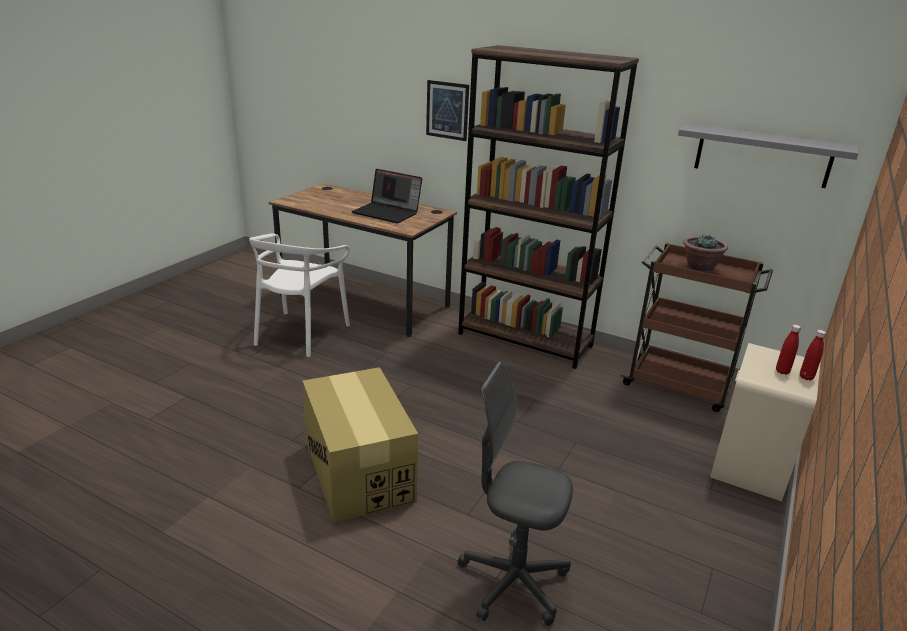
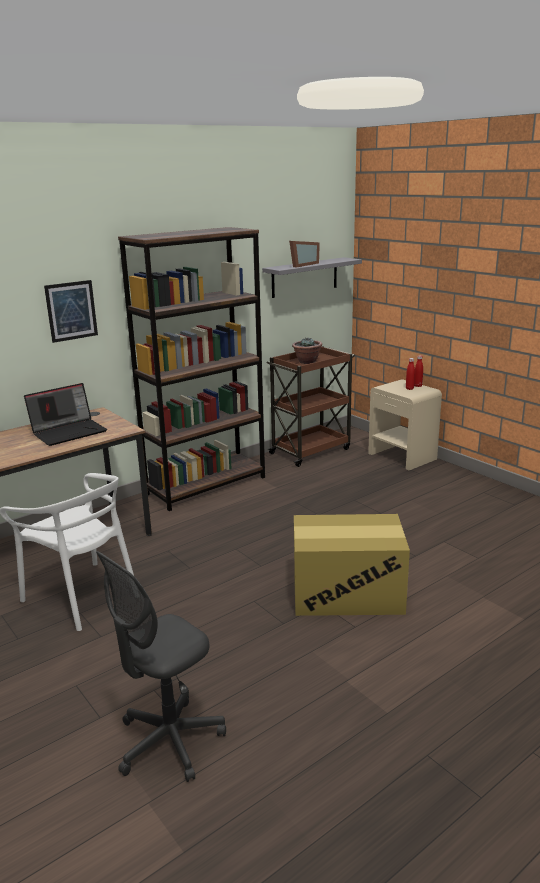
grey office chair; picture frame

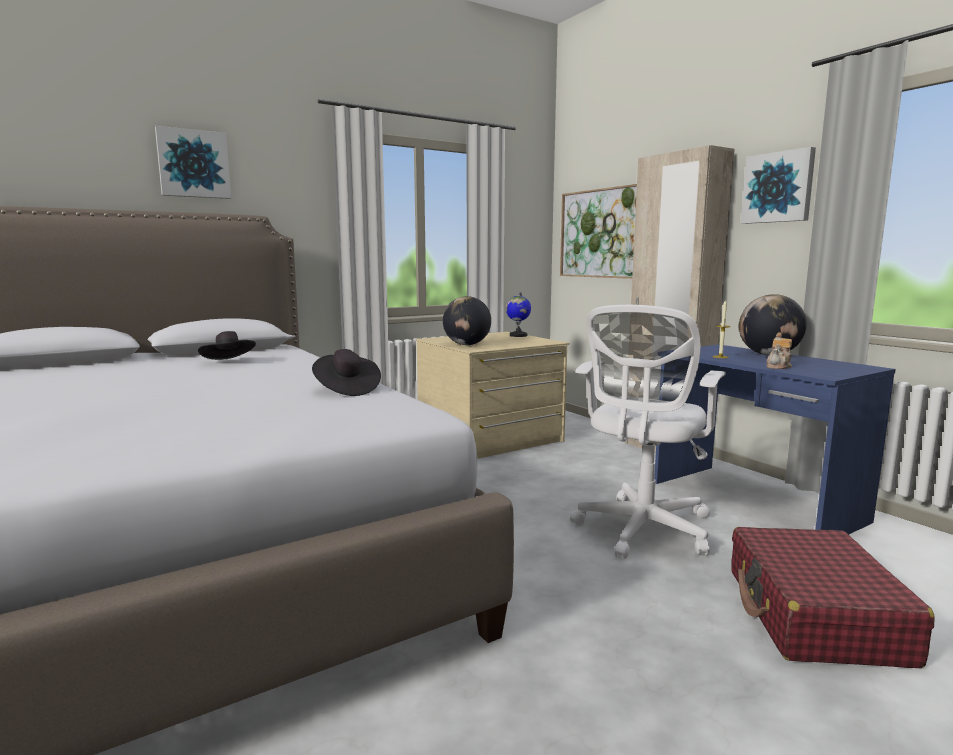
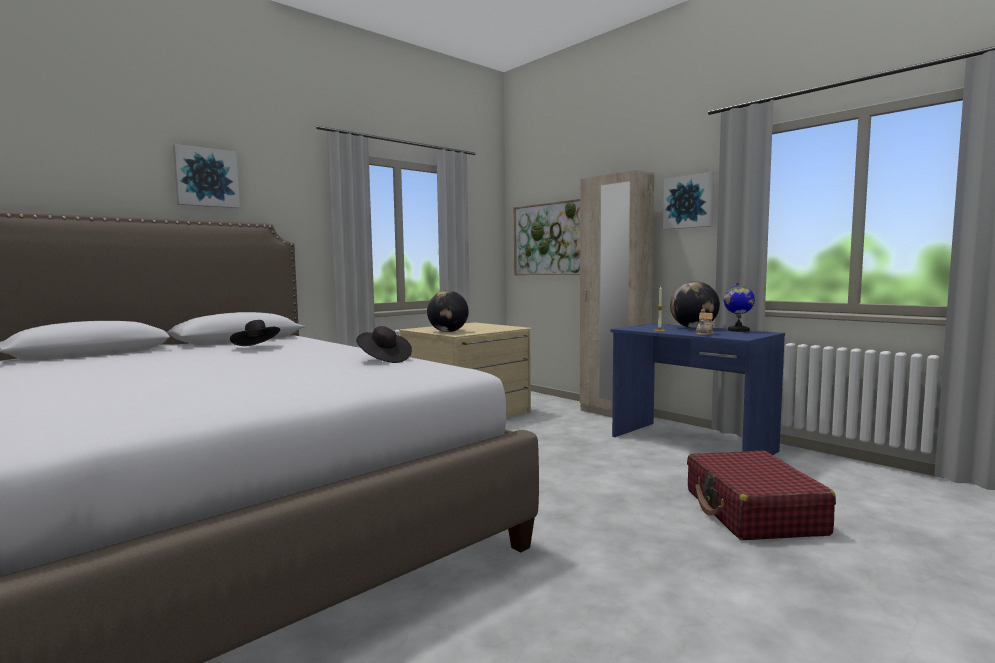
globe (3rd from left); white office chair

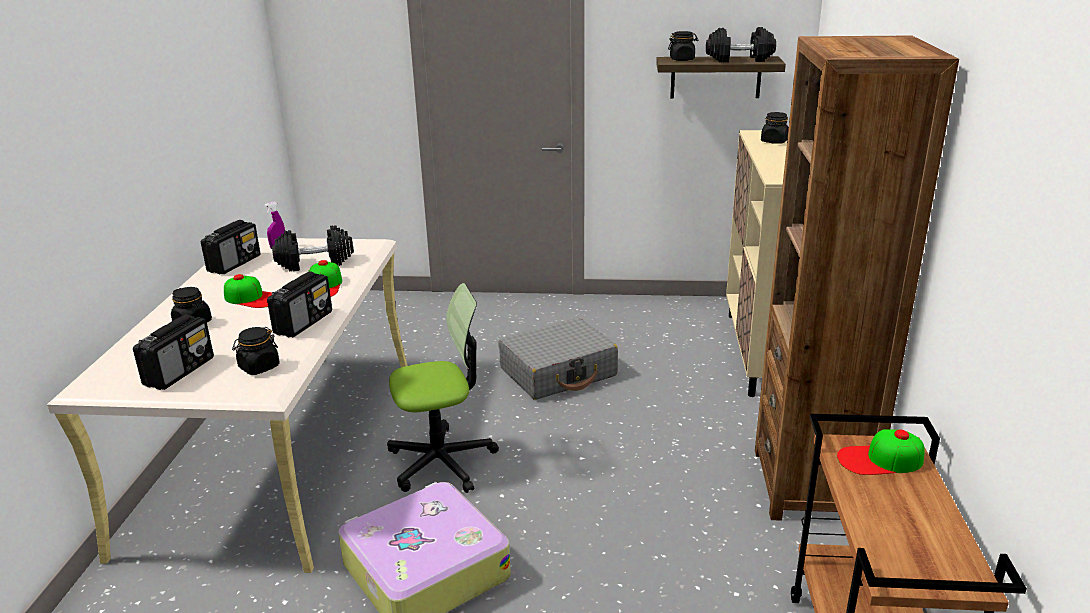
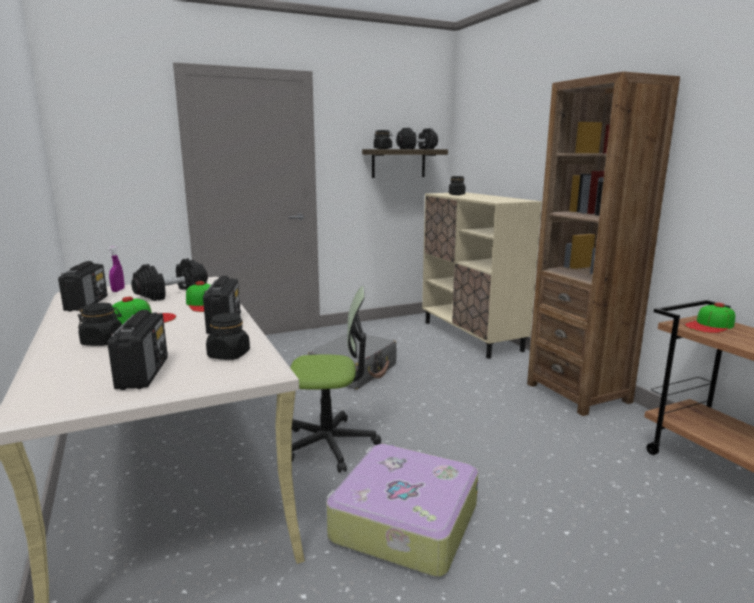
office chair

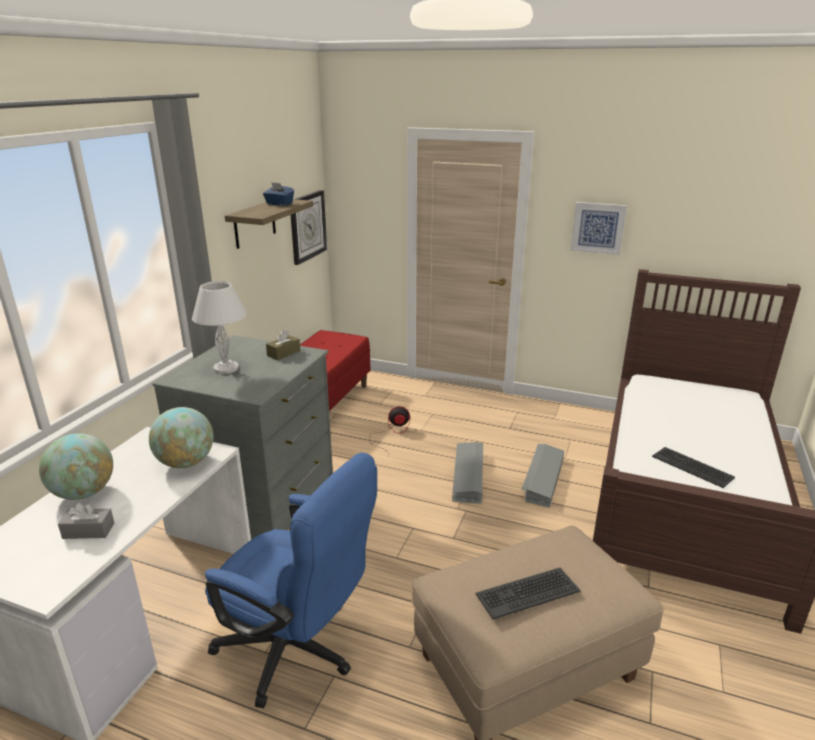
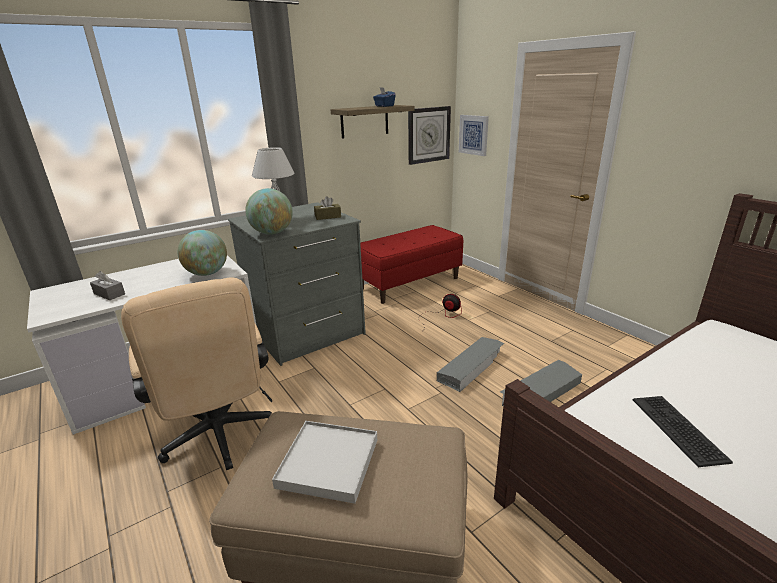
globe (2nd from left); beige office chair; white tray; picture

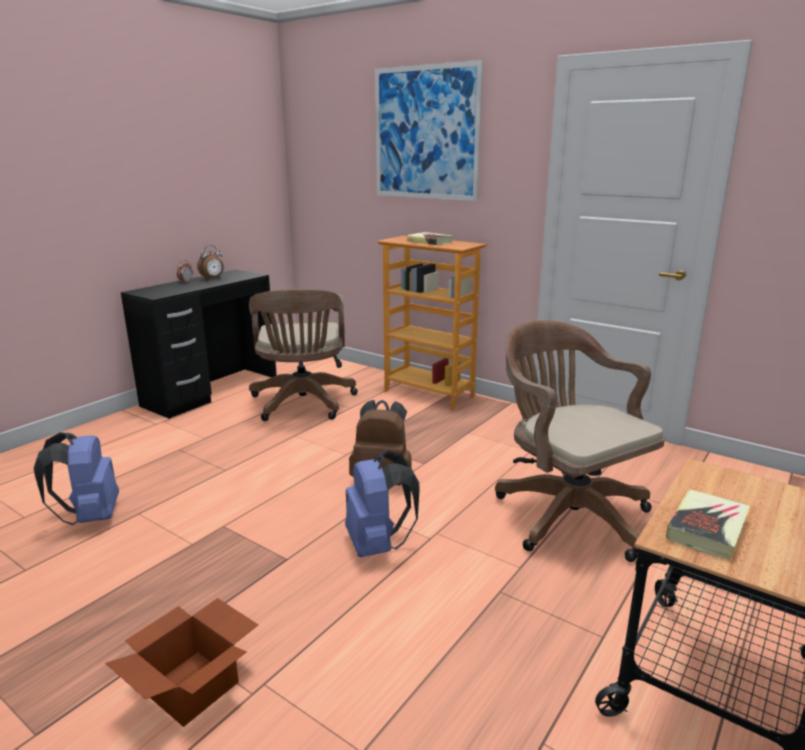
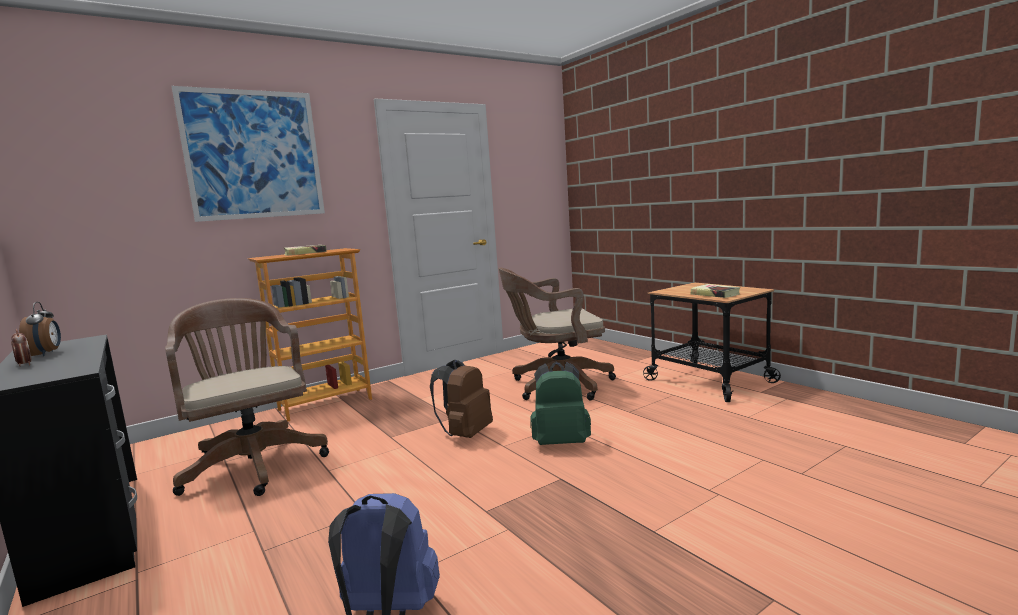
cardboard box; brown office chair (1st from left); green backpack

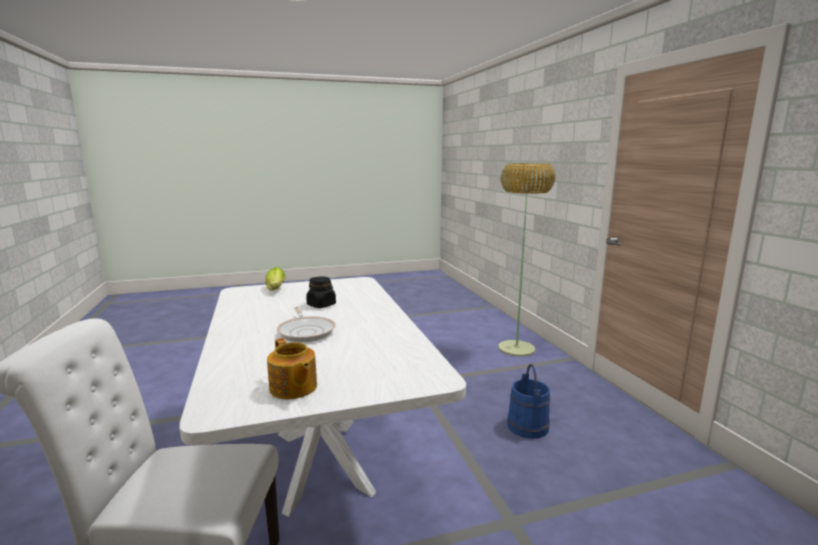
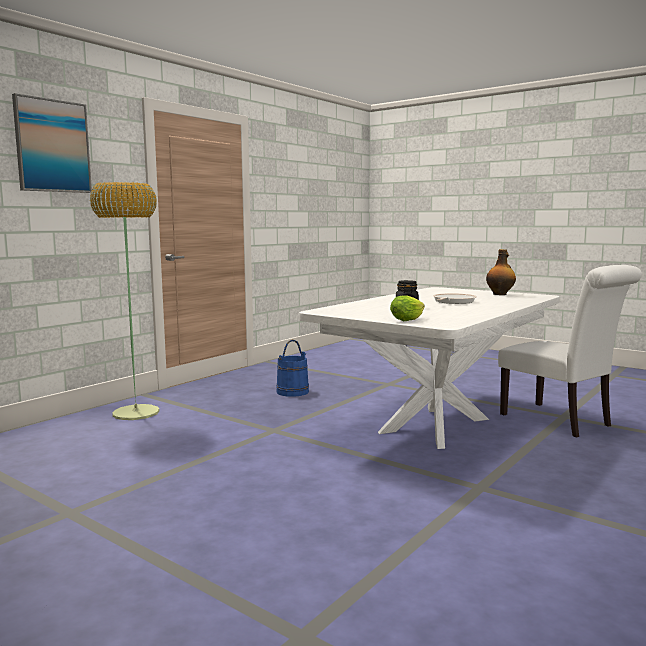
bottle; picture

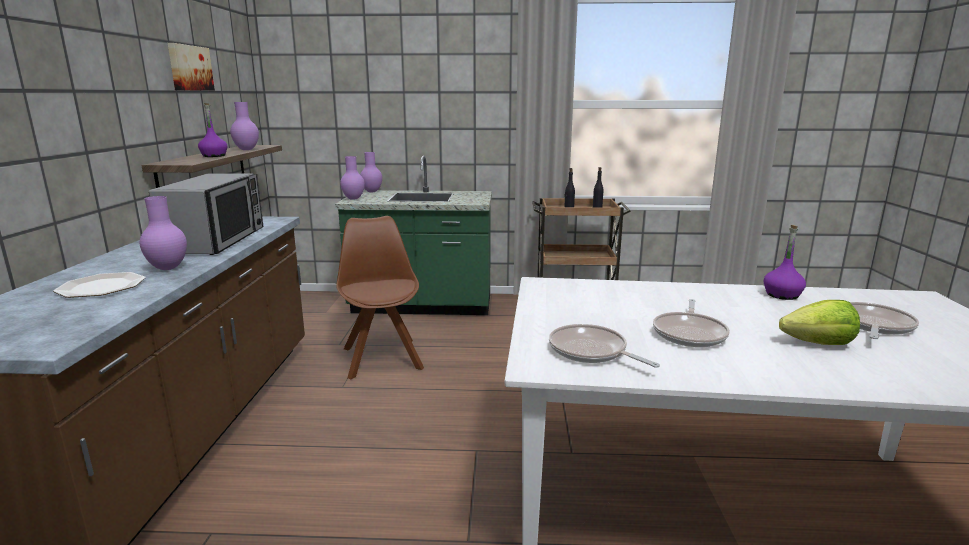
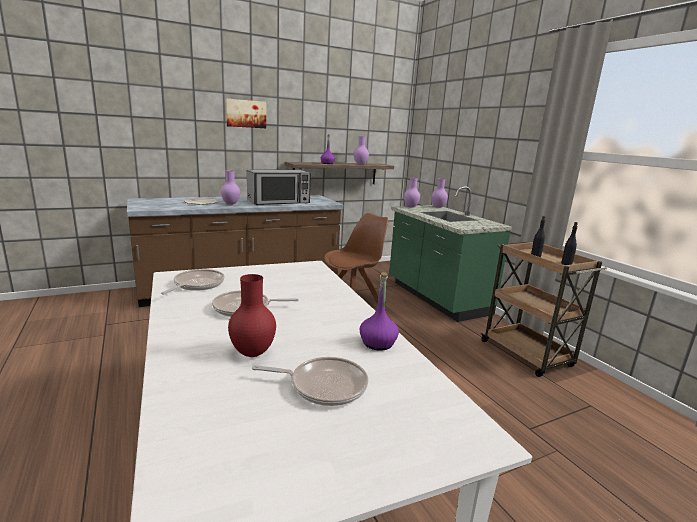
picture; red vase

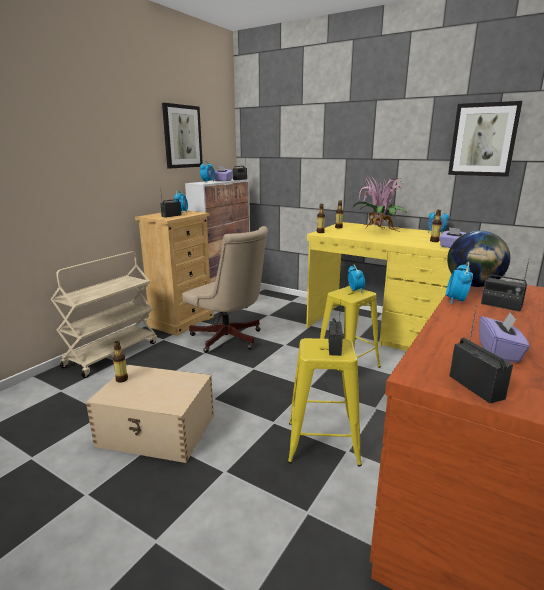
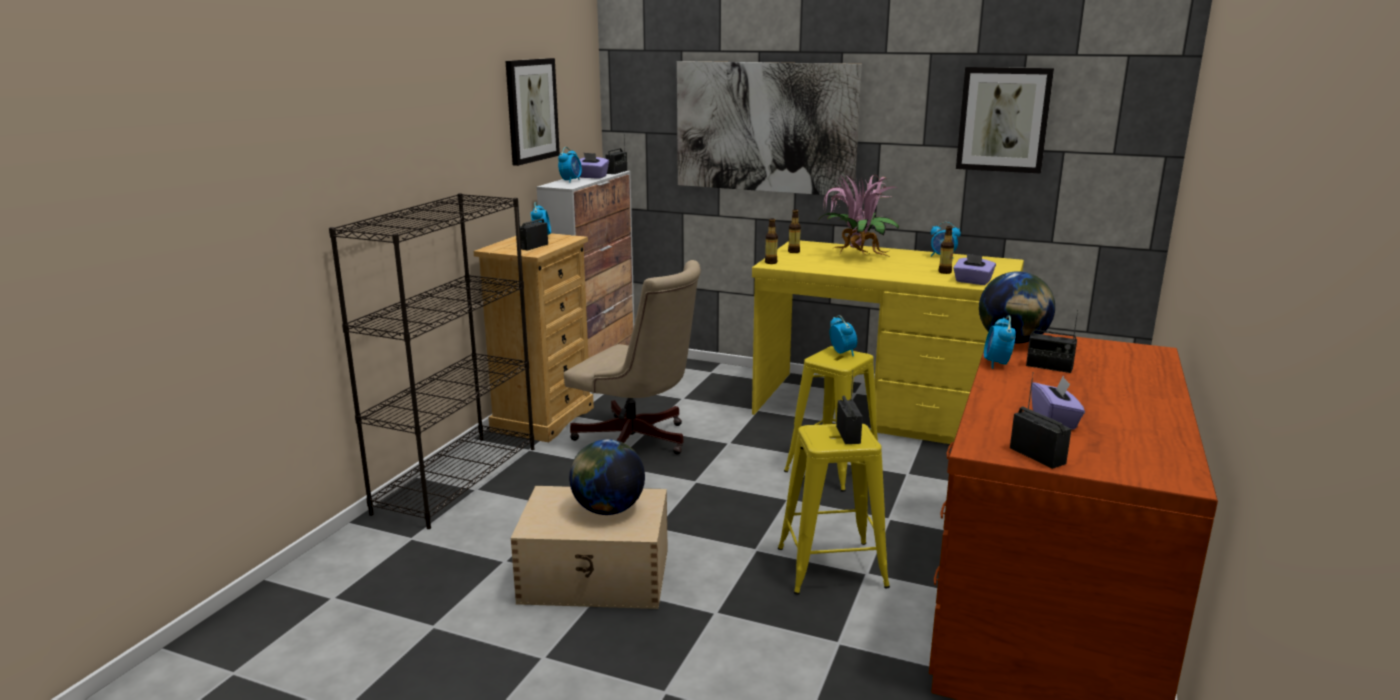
black bookcase; bottle (1st from left in the first image); globe (1st from left); picture (2nd from left)

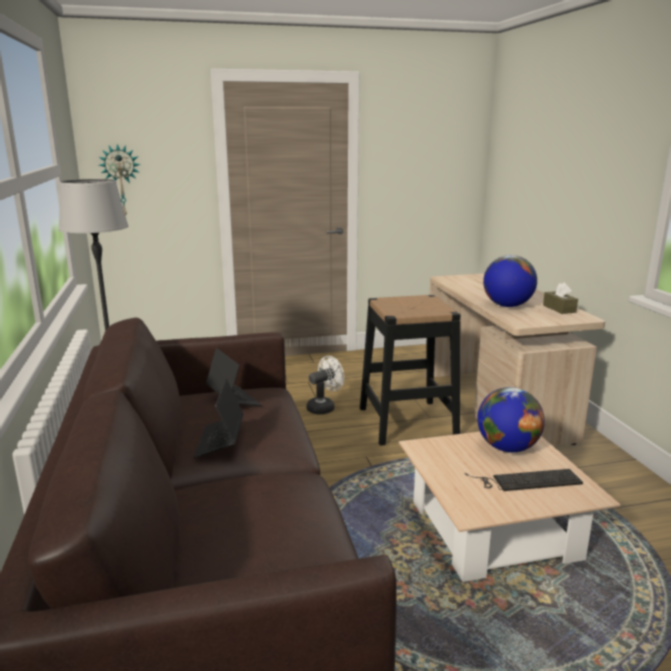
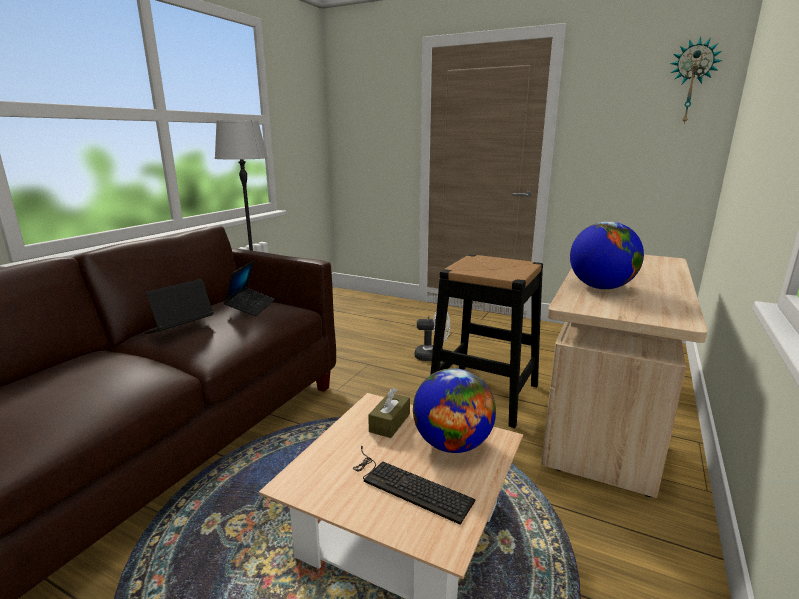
wall clock; brown tissue box

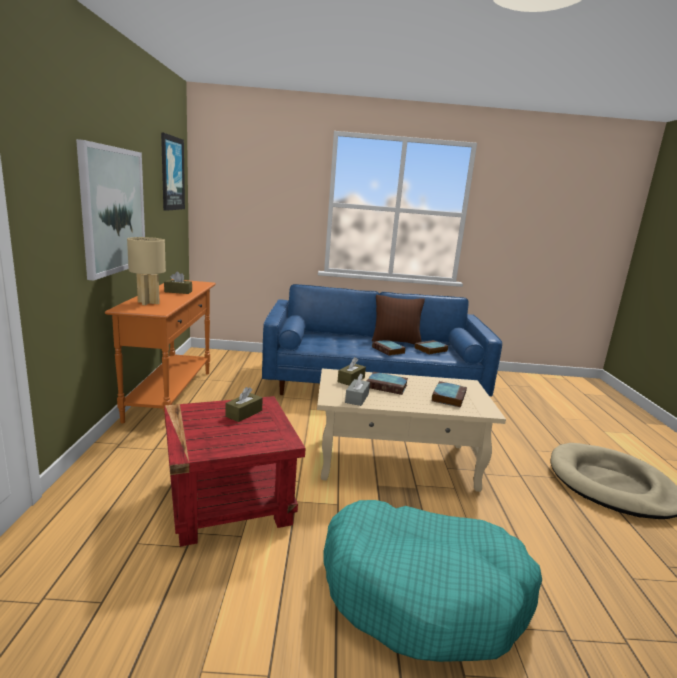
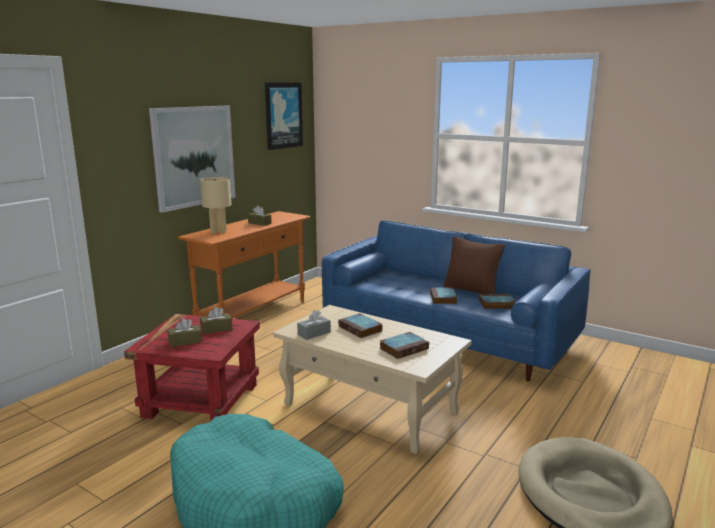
brown tissue box (1st from left)

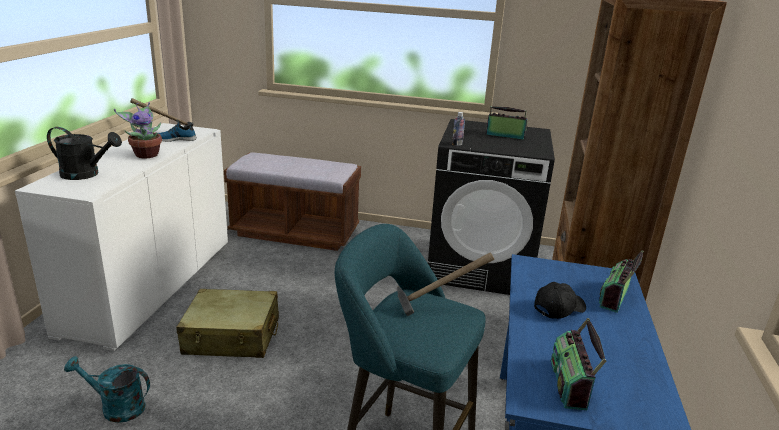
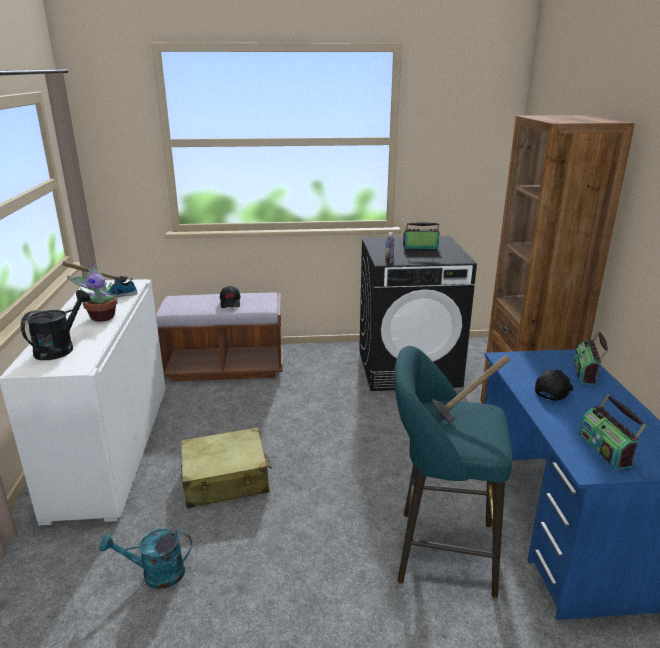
black watering can; black cap (1st from left)

